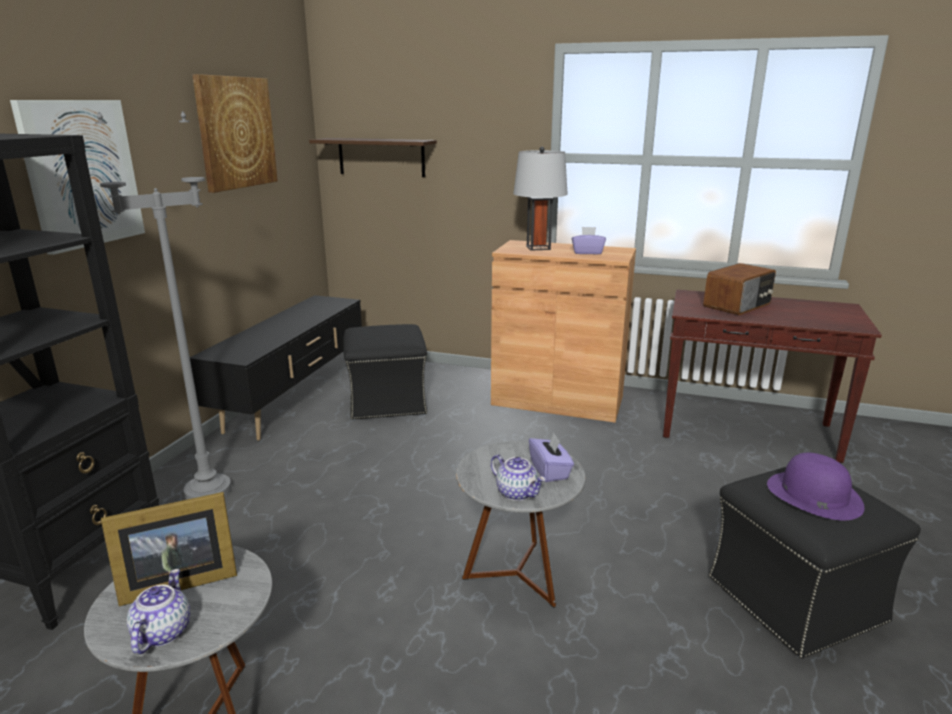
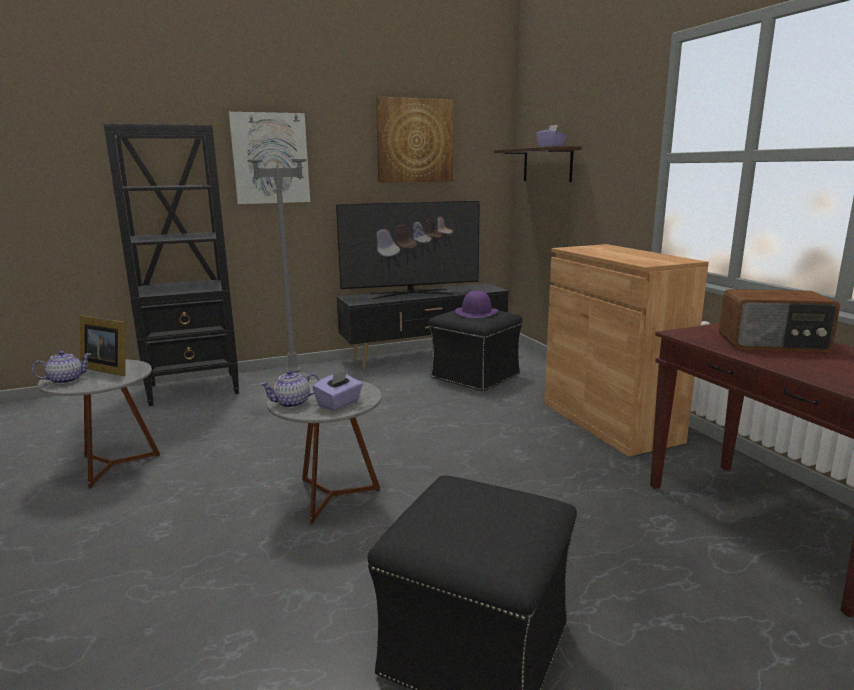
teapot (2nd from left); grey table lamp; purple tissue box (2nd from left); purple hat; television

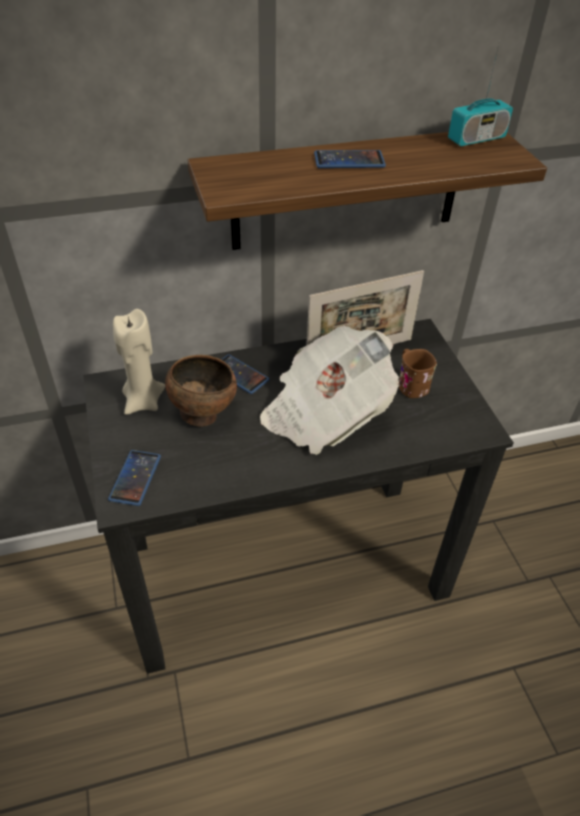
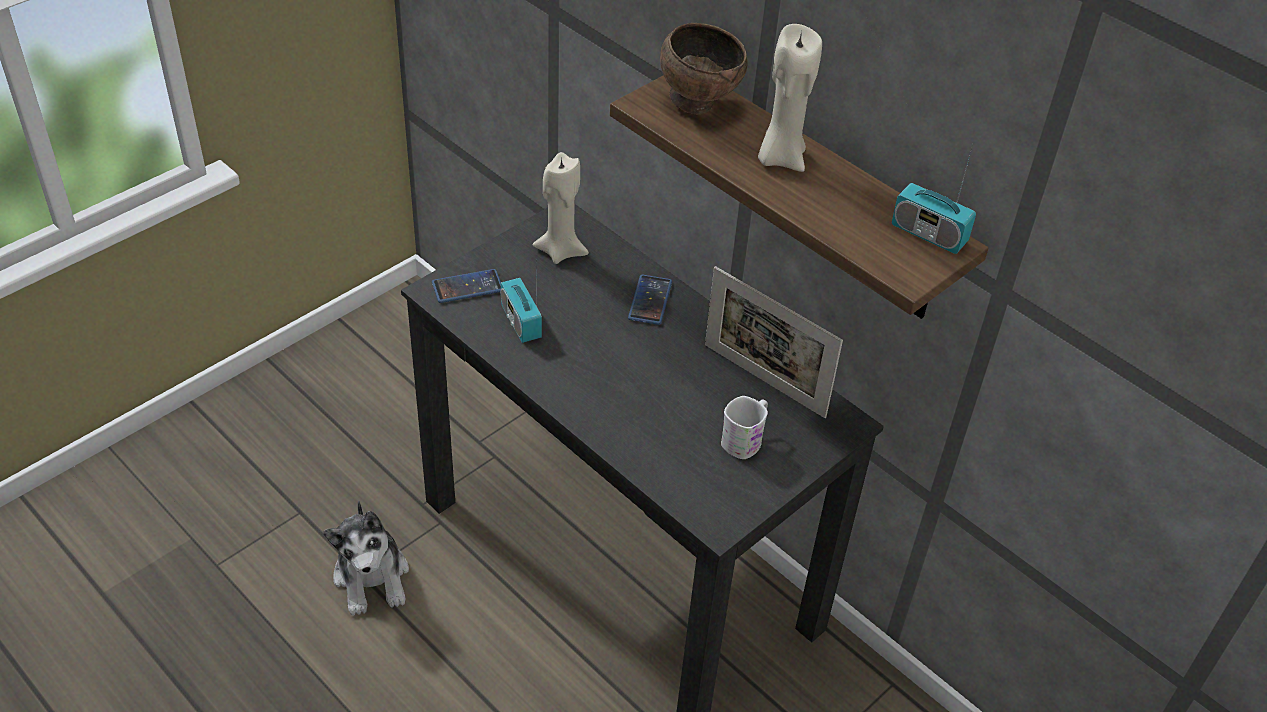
brown bowl; newspaper; beige candle (2nd from left); white mug; plush toy; radio (1st from left)

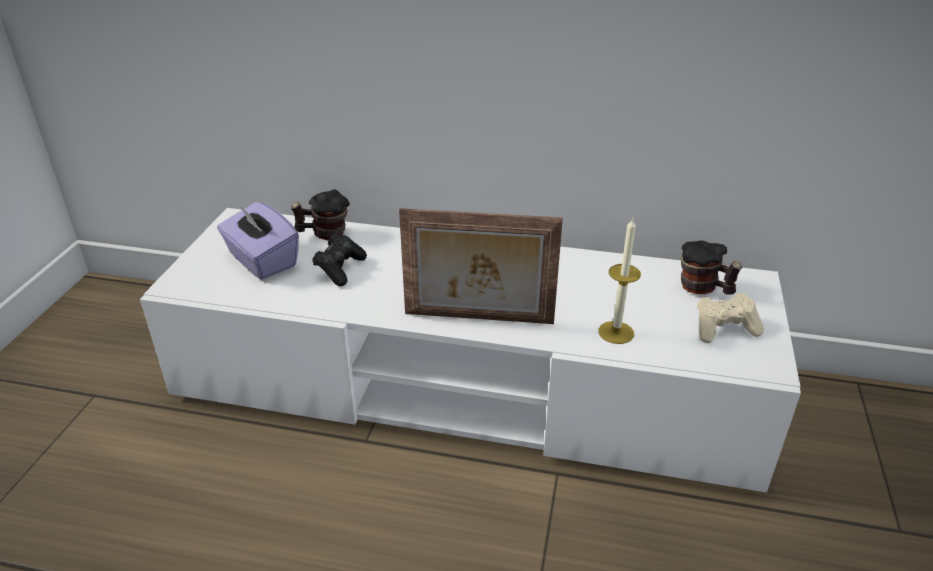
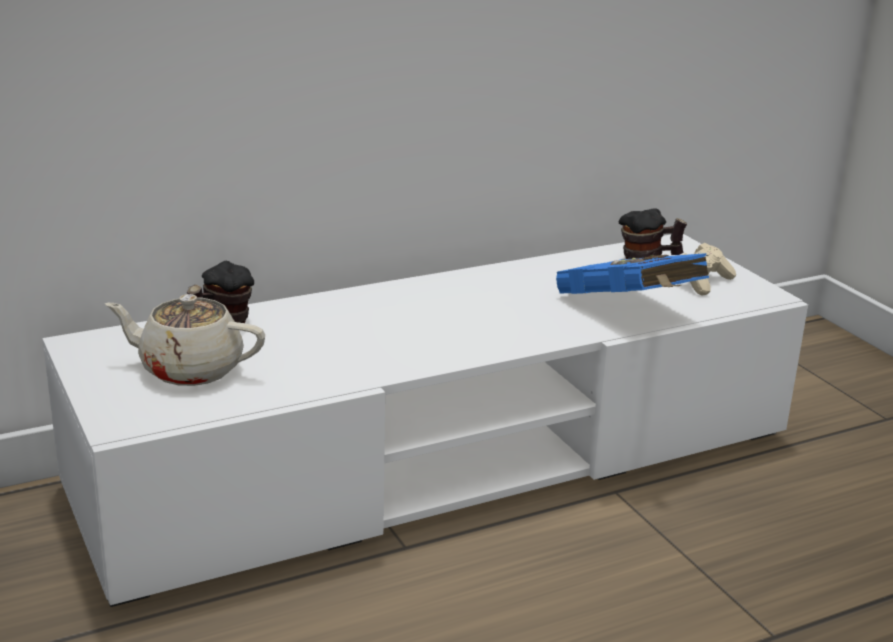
beige teapot; black game controller; picture frame; blue book

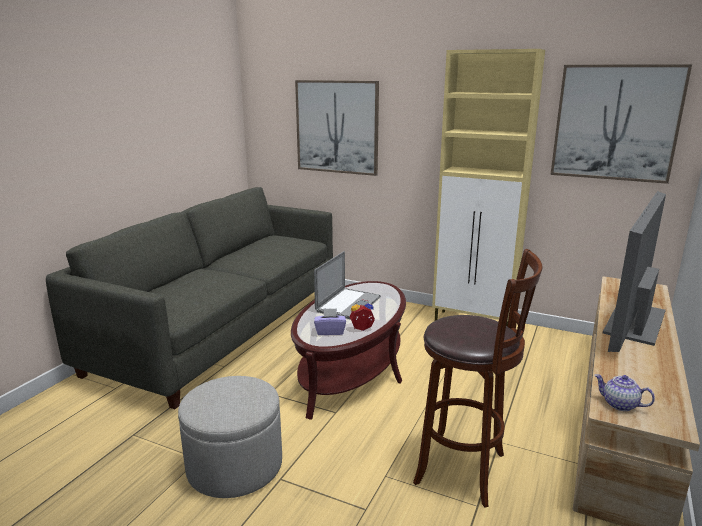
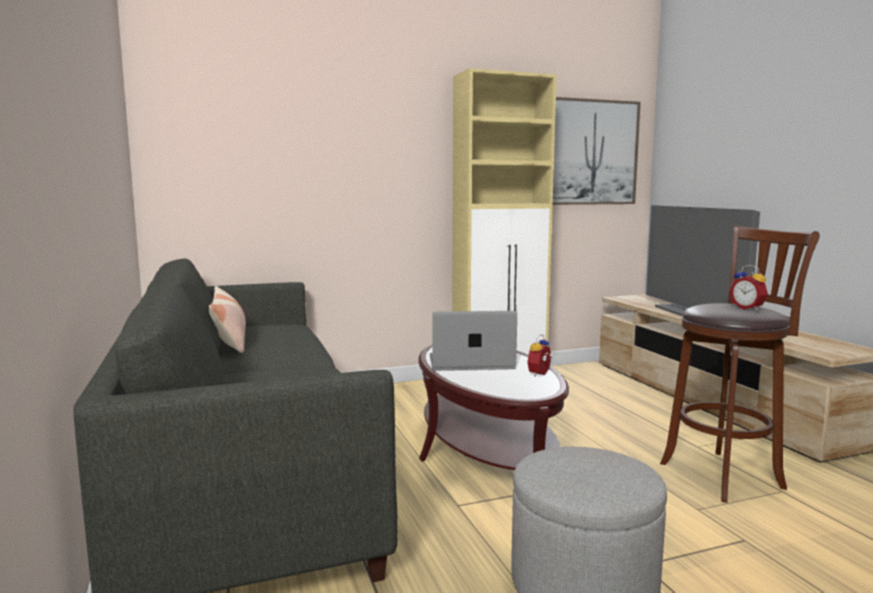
picture (1st from left in the first image); laptop; purple tissue box; teapot; pillow; alarm clock (2nd from left)

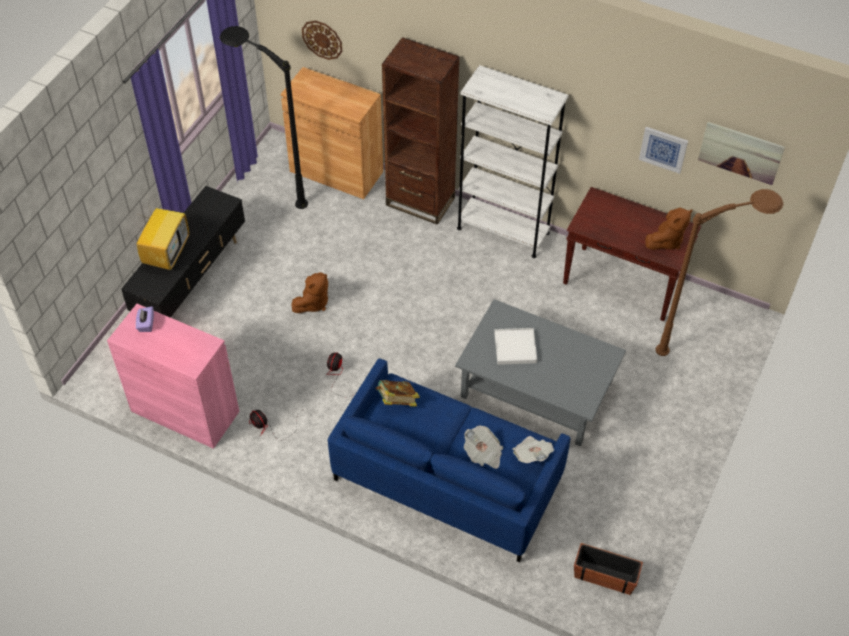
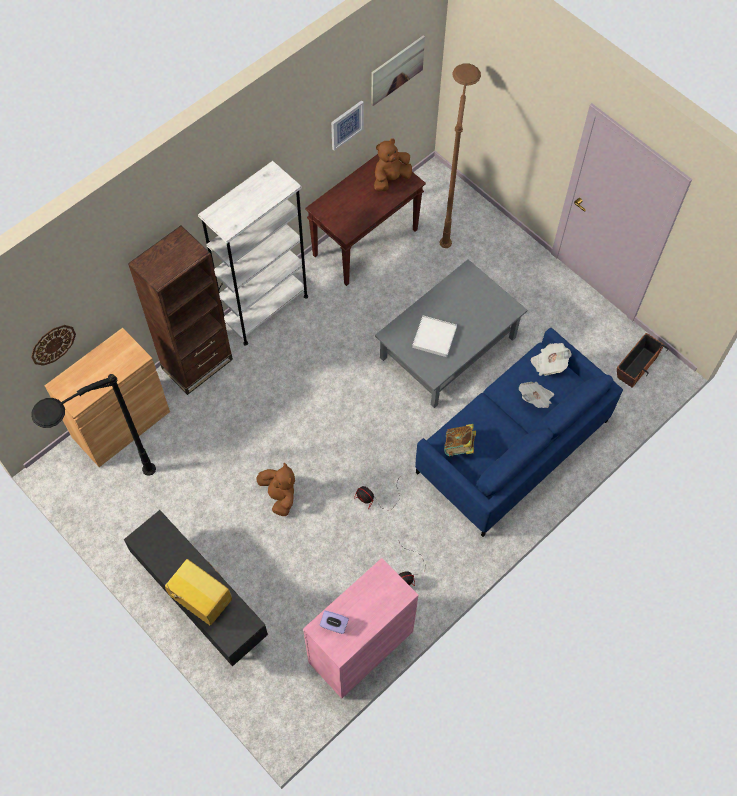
brown plush toy (2nd from left)

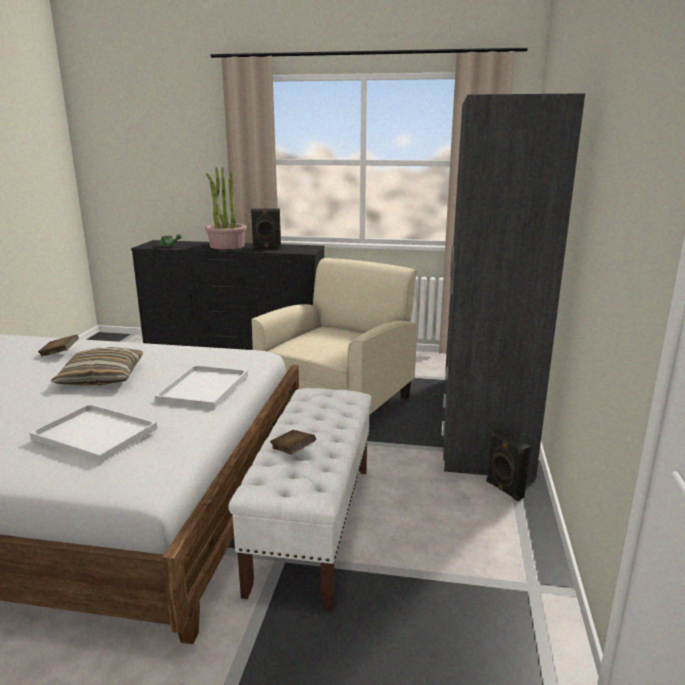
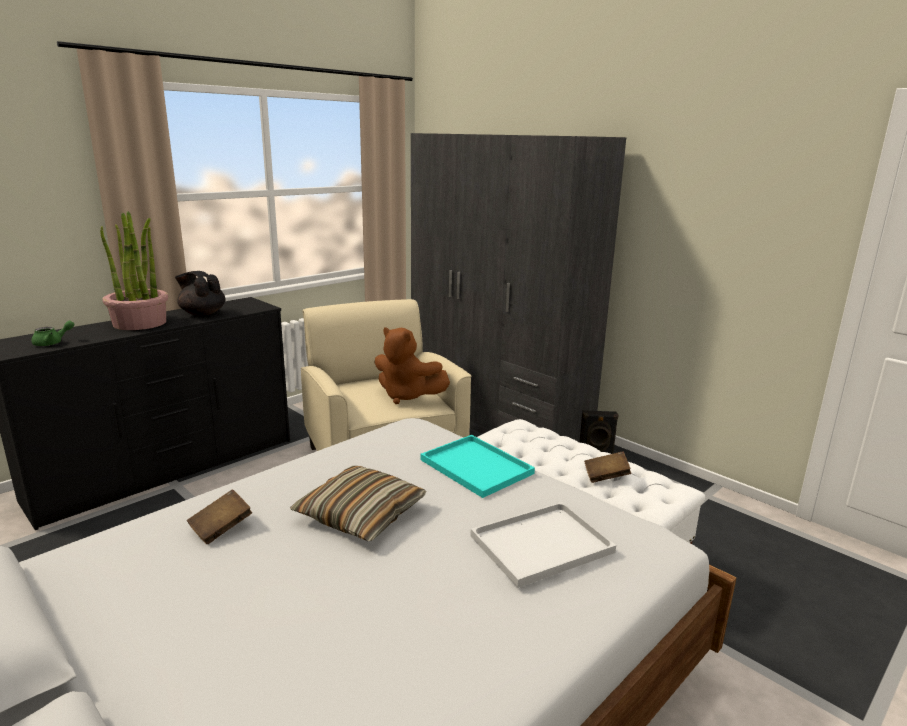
turquoise tray; black teapot; brown plush toy

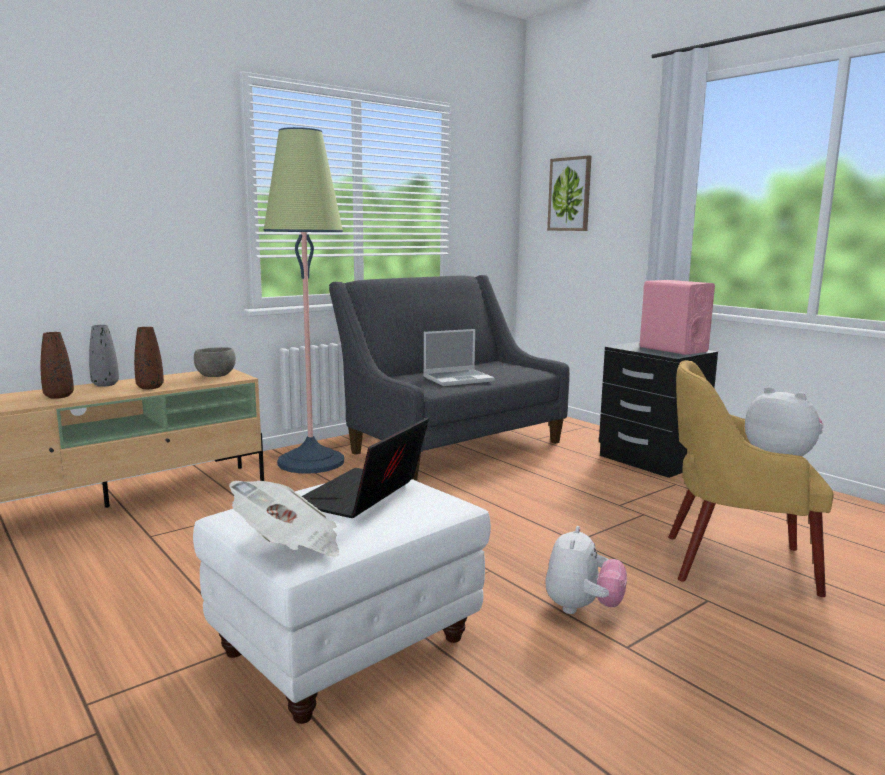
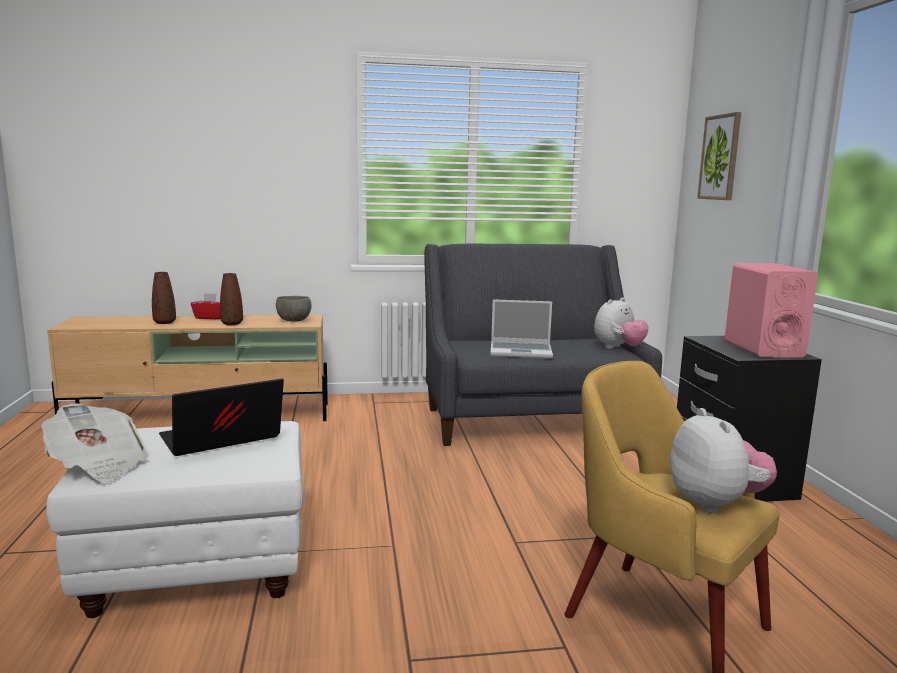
red tissue box; floor lamp; plush toy (1st from left)

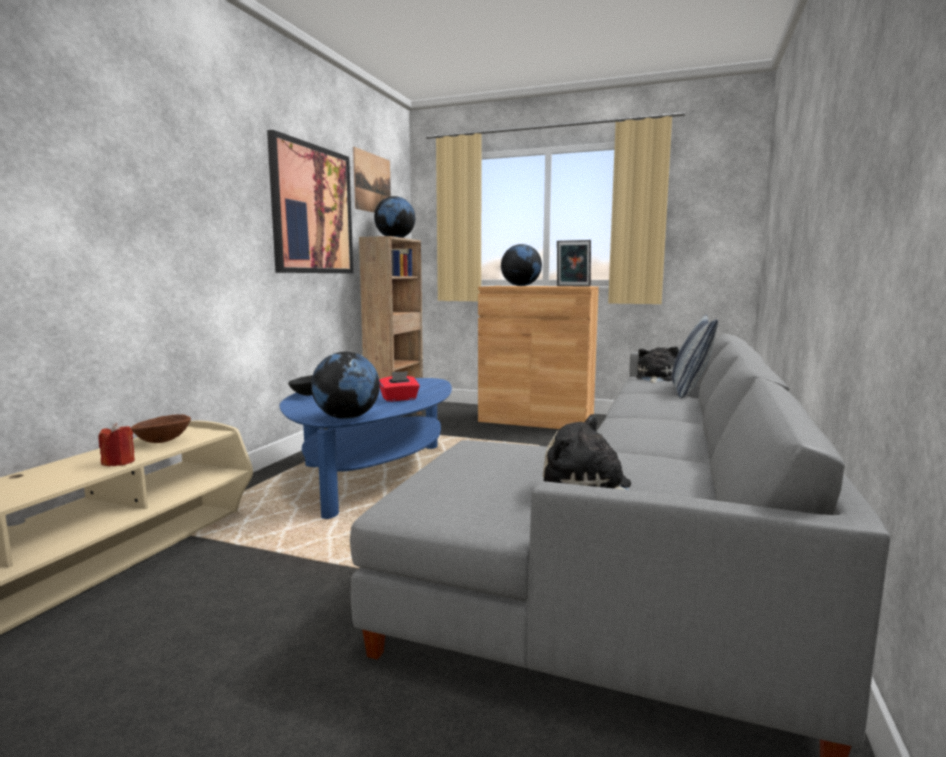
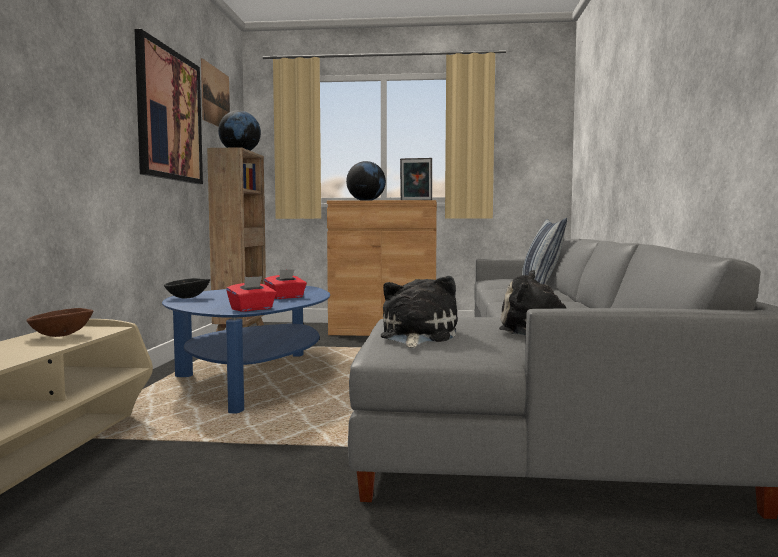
red candle; red tissue box (1st from left); plush toy (1st from left)

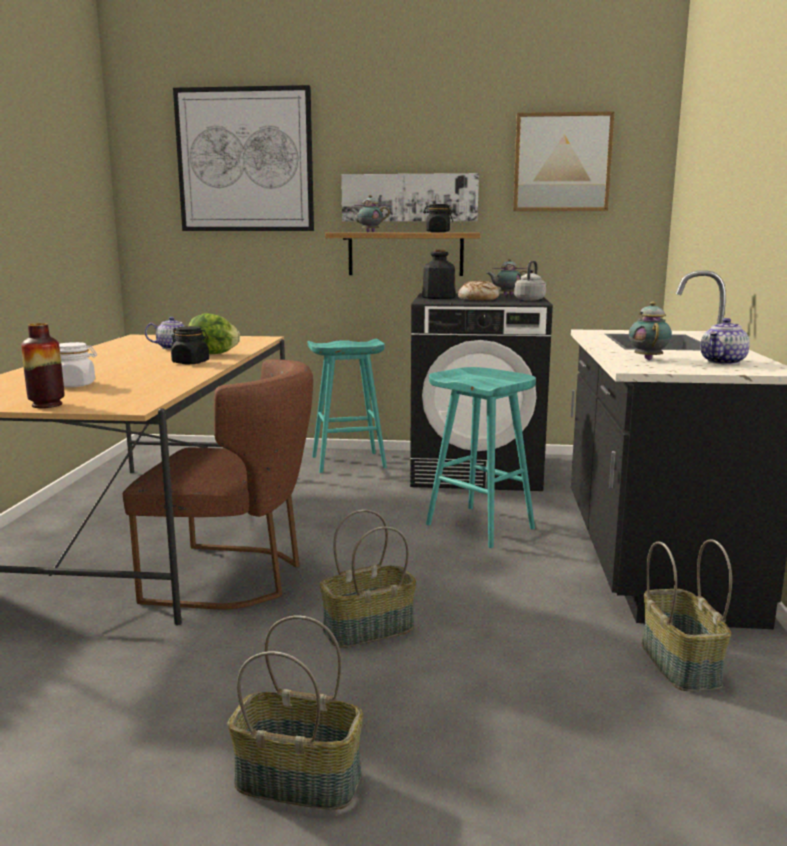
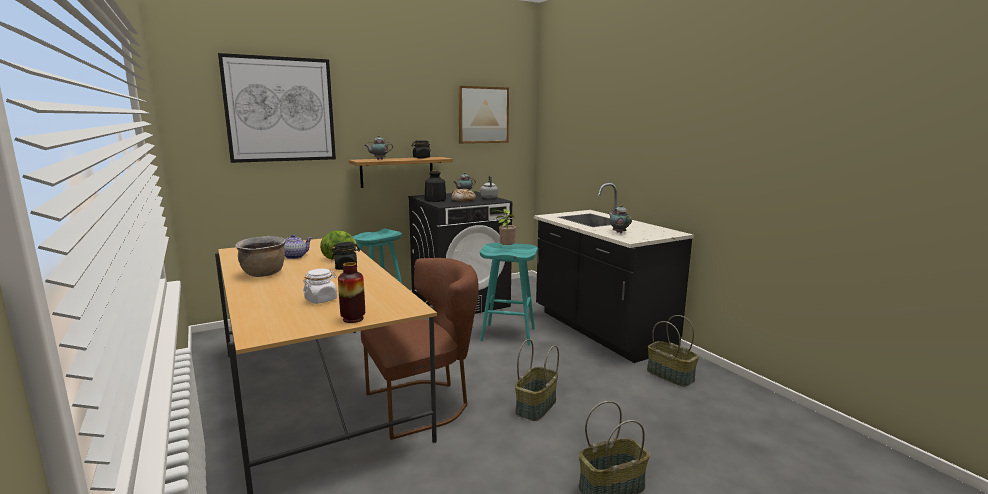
picture (2nd from left in the first image); teapot (5th from left in the first image); brown cooking pot; potted plant

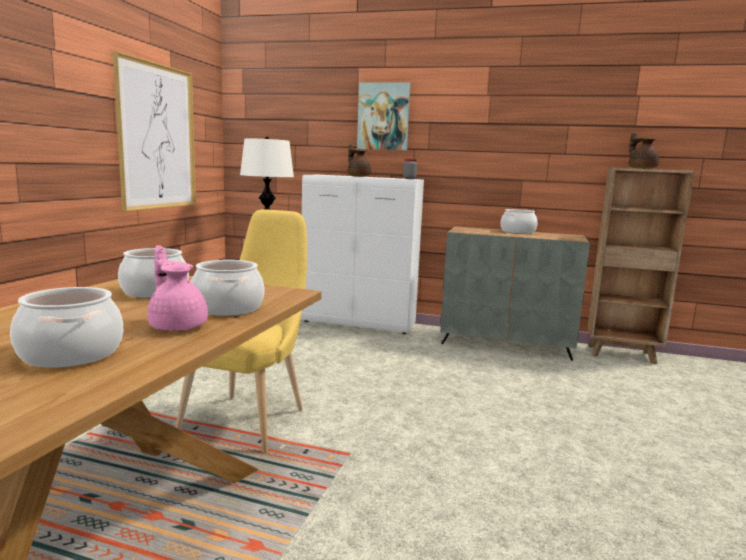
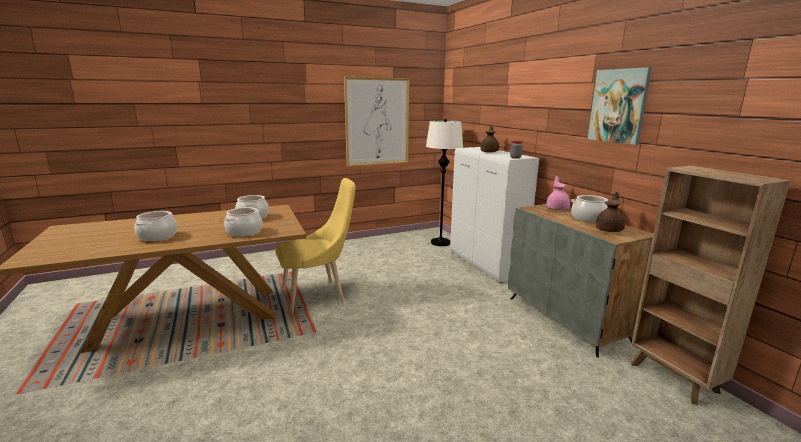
pink teapot; picture (2nd from left); brown teapot (2nd from left)

